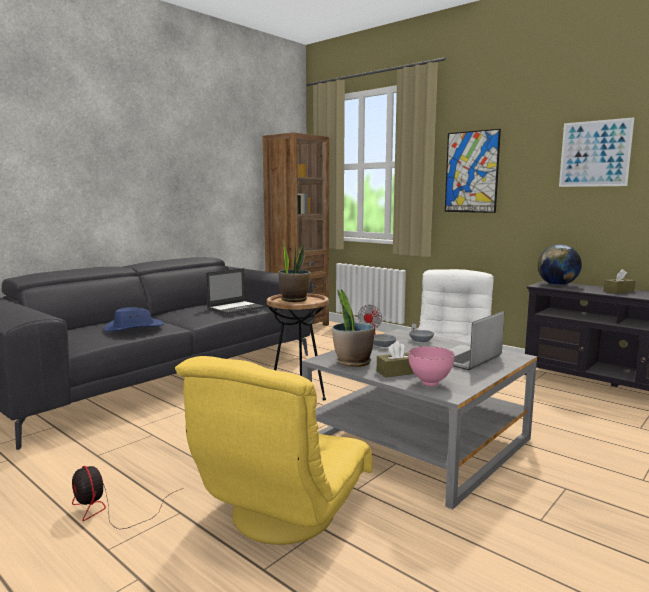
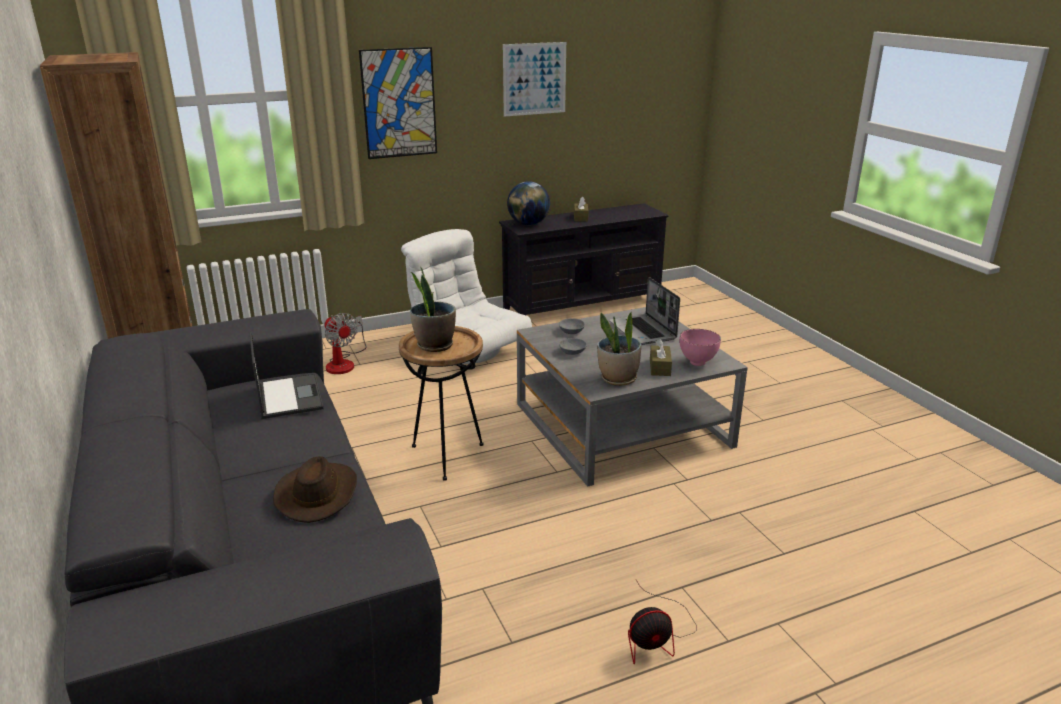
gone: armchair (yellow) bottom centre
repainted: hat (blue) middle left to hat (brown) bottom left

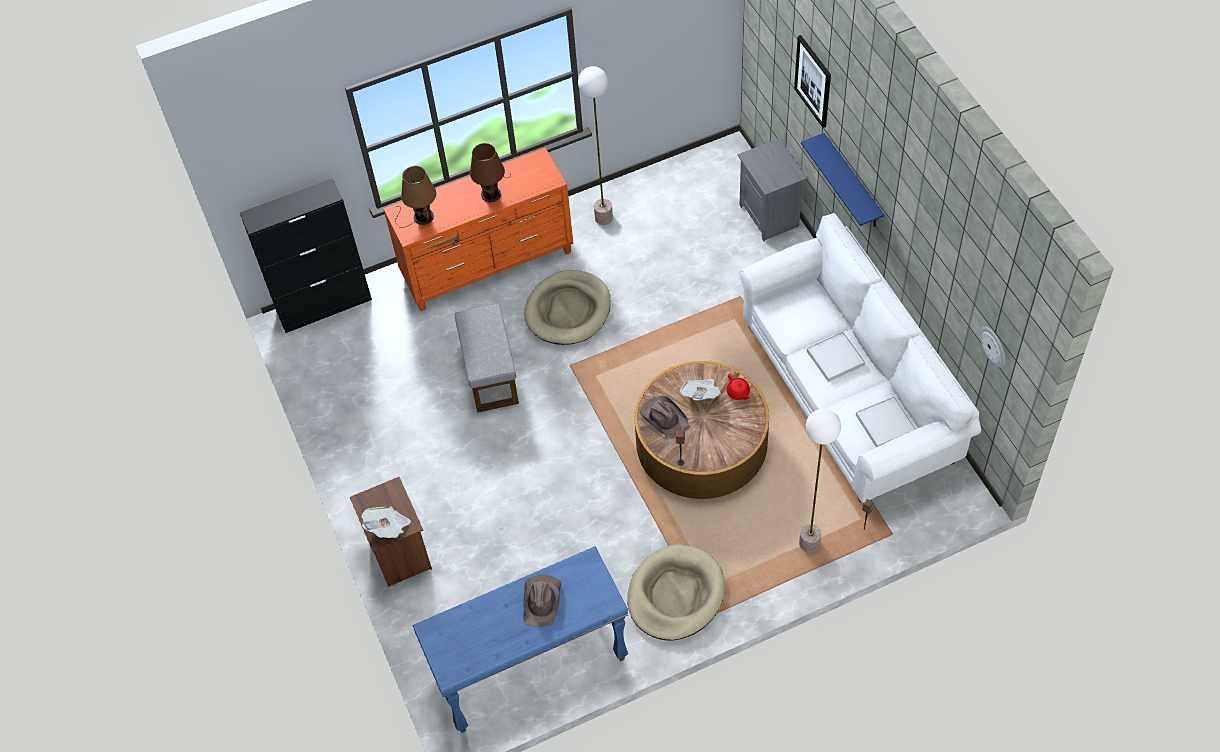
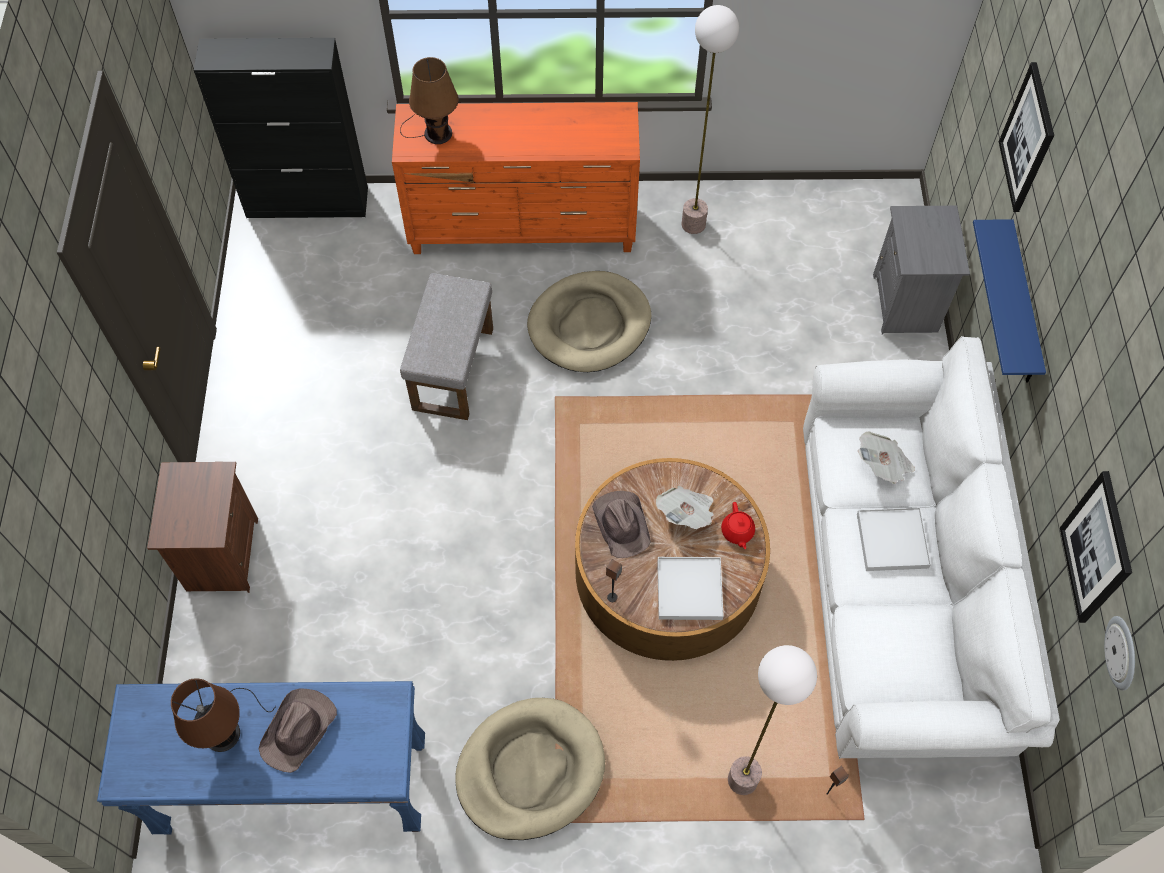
new: picture (no. 2 from left) middle right
shifted: table lamp (brown) (no. 2 from left in the first image) top centre to table lamp (brown) (no. 1 from left) bottom left; tray (white) (no. 2 from left in the first image) middle right to tray (white) (no. 1 from left) bottom centre; newspaper (no. 1 from left in the first image) bottom left to newspaper (no. 2 from left) middle right

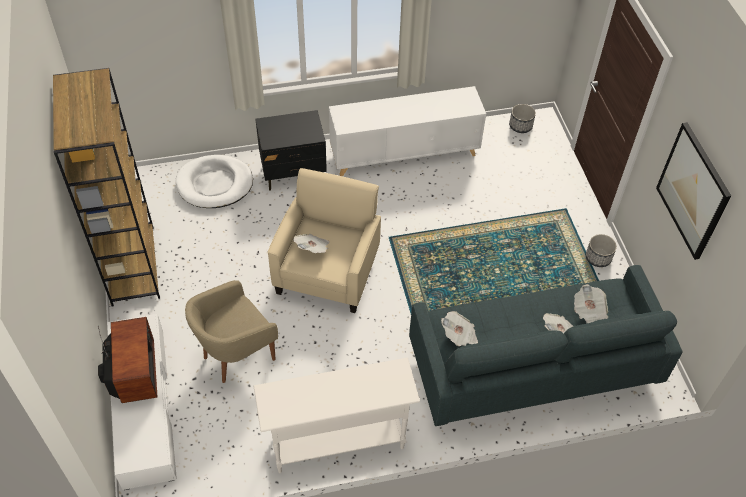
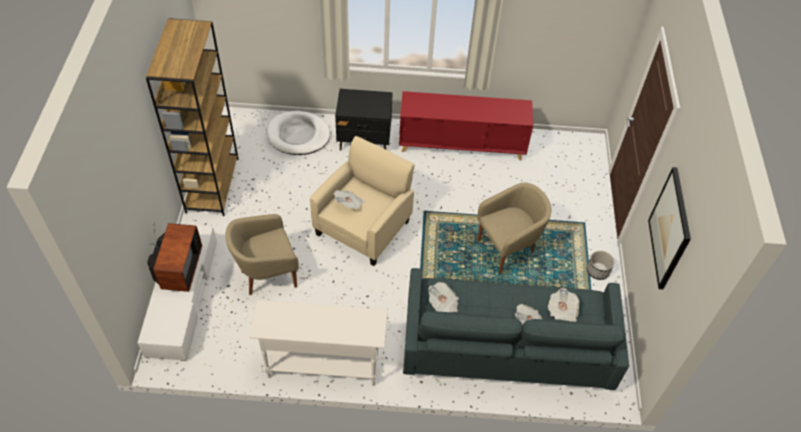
gone: planter (no. 1 from left) top right
new: armchair (beige) (no. 3 from left) centre
repainted: cabinet (white) top centre to cabinet (red) top centre

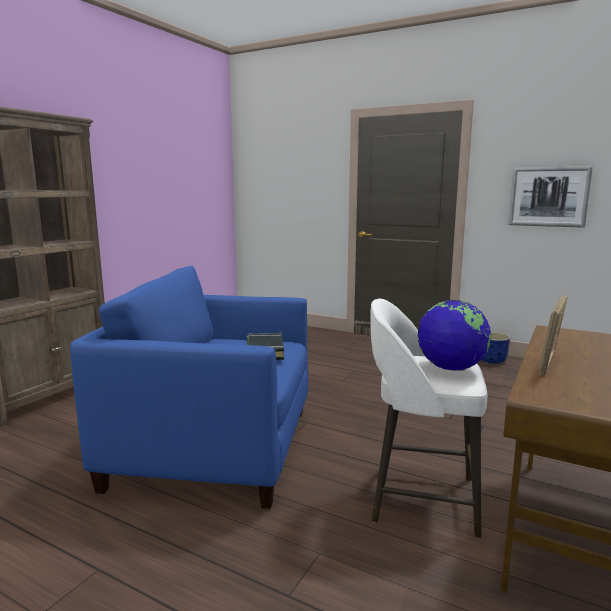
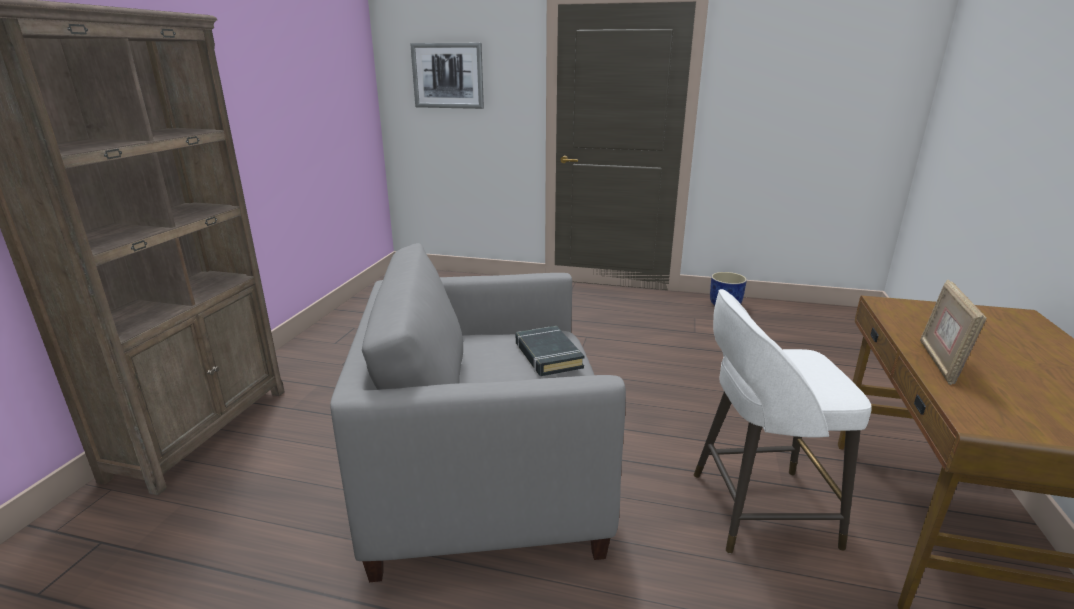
gone: globe middle right
shifted: picture top right to top centre
repainted: armchair (blue) middle left to armchair (grey) bottom centre

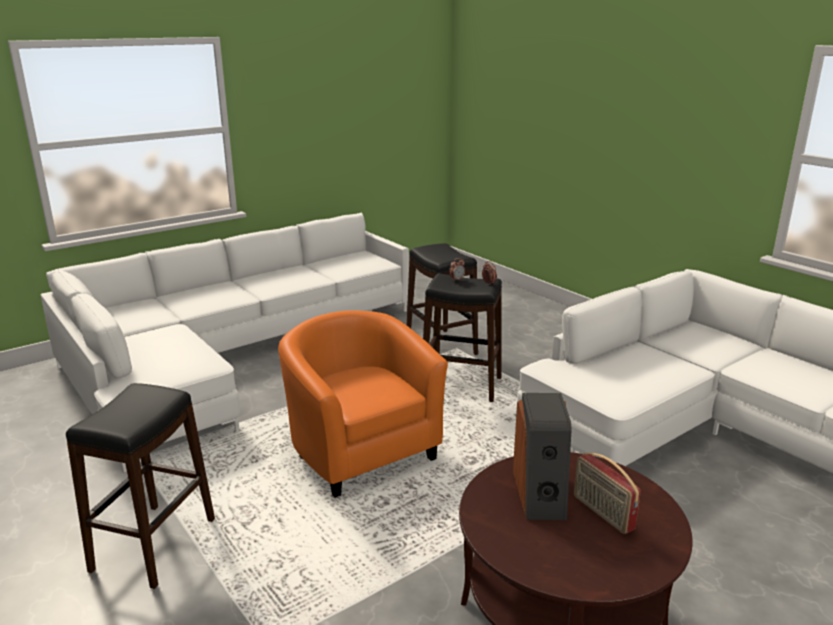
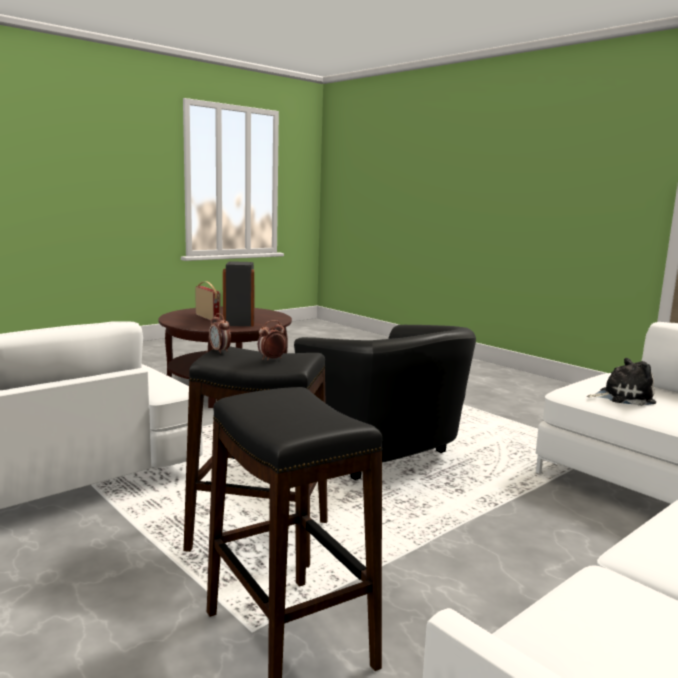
gone: stool (black) (no. 1 from left) bottom left
new: plush toy middle right
repainted: armchair (orange) centre to armchair (black) centre

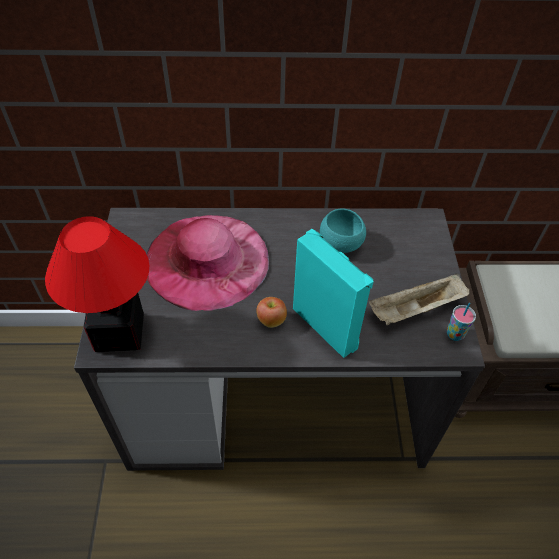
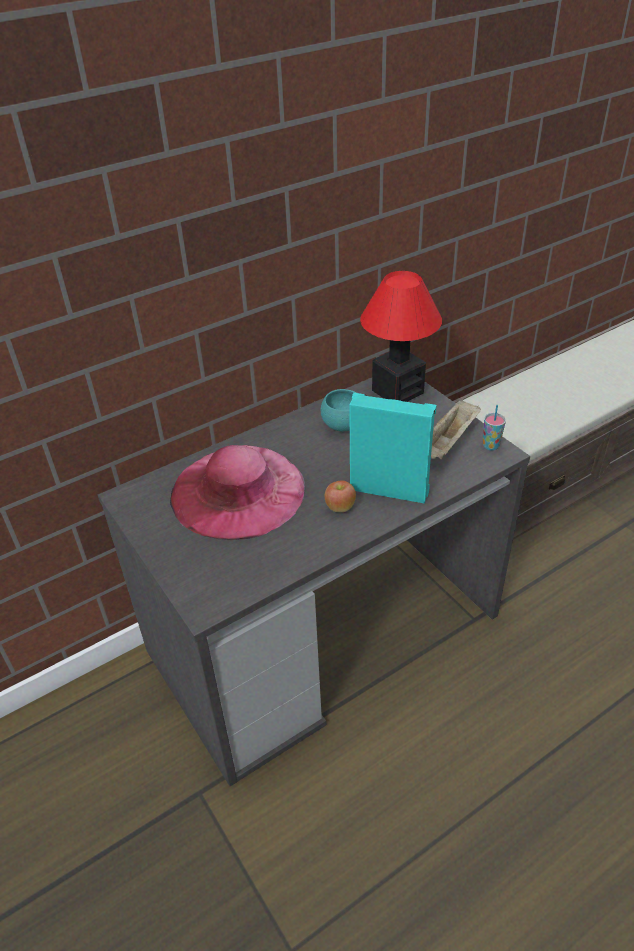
shifted: table lamp middle left to centre

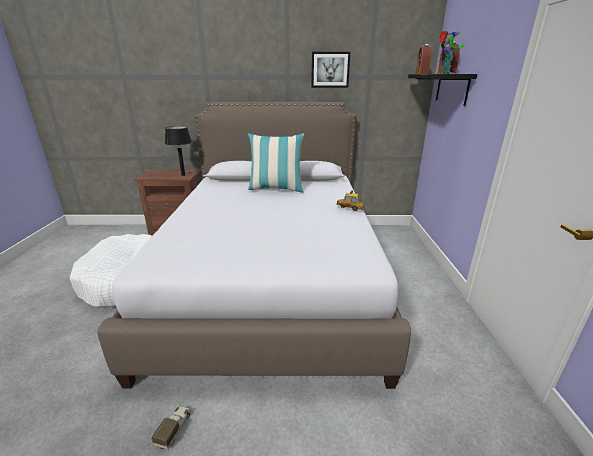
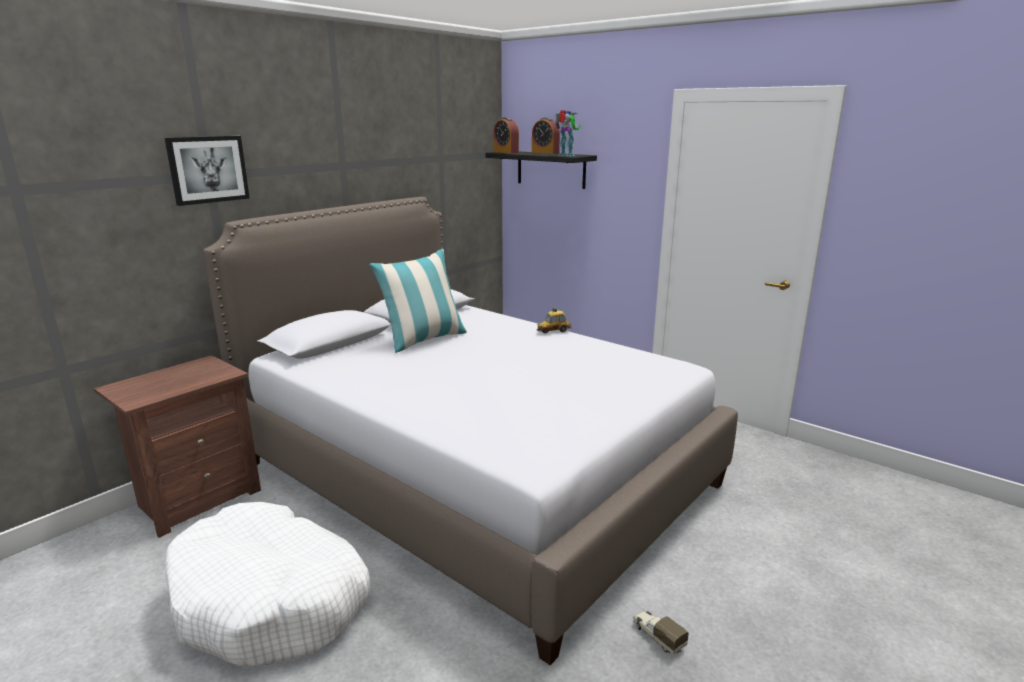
gone: table lamp (black) top left
shifted: picture top centre to top left

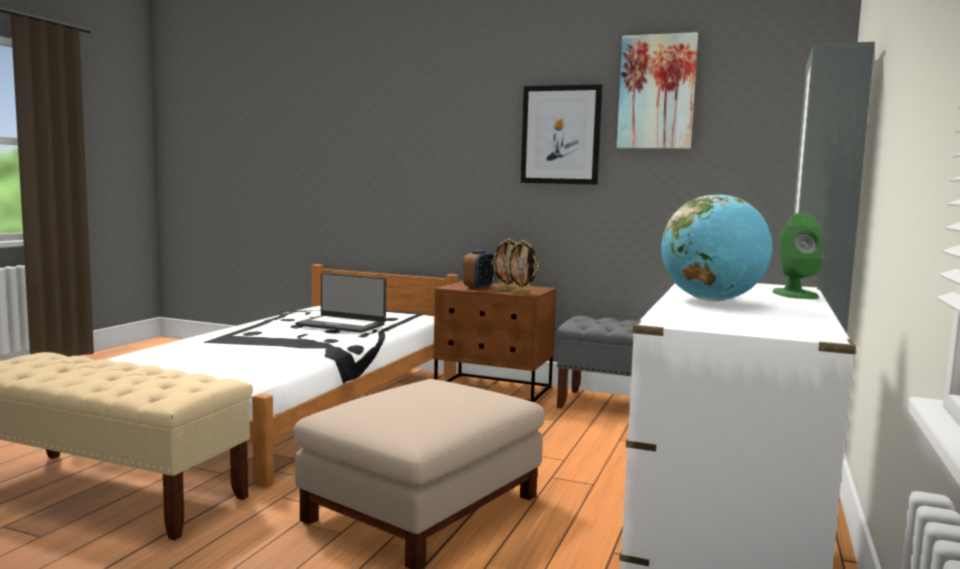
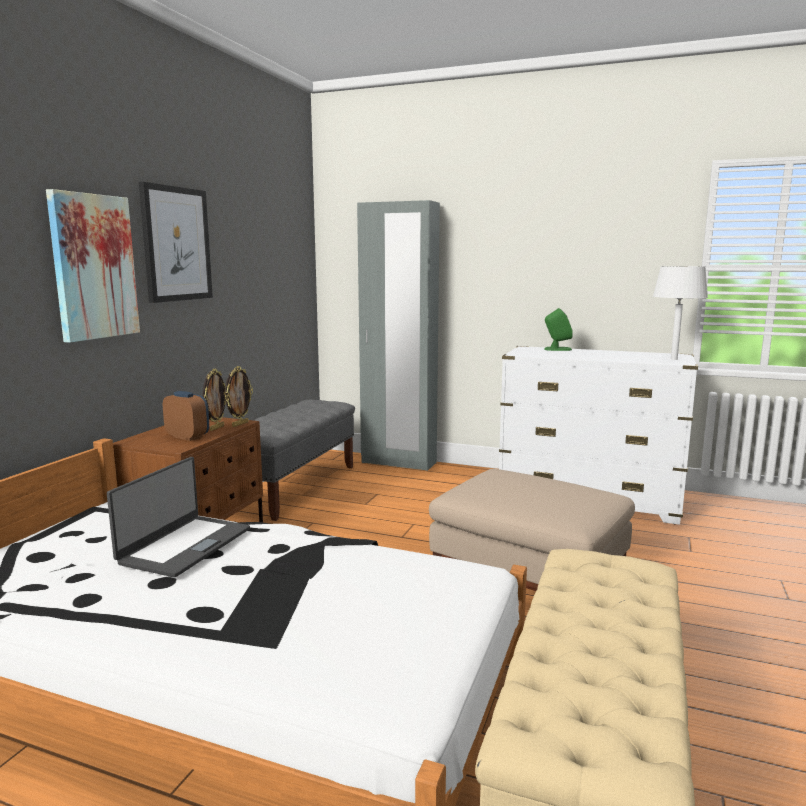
gone: globe middle right
new: table lamp (white) middle right
shifted: picture (no. 2 from left in the first image) top right to picture (no. 1 from left) top left

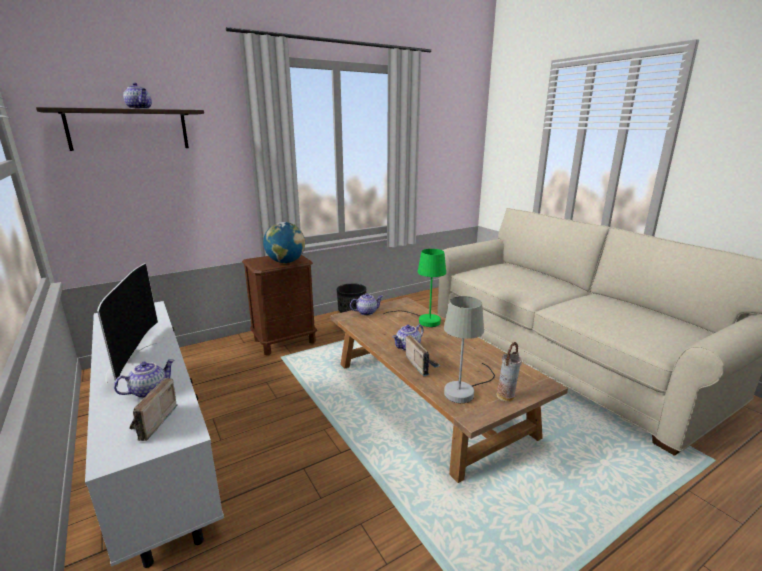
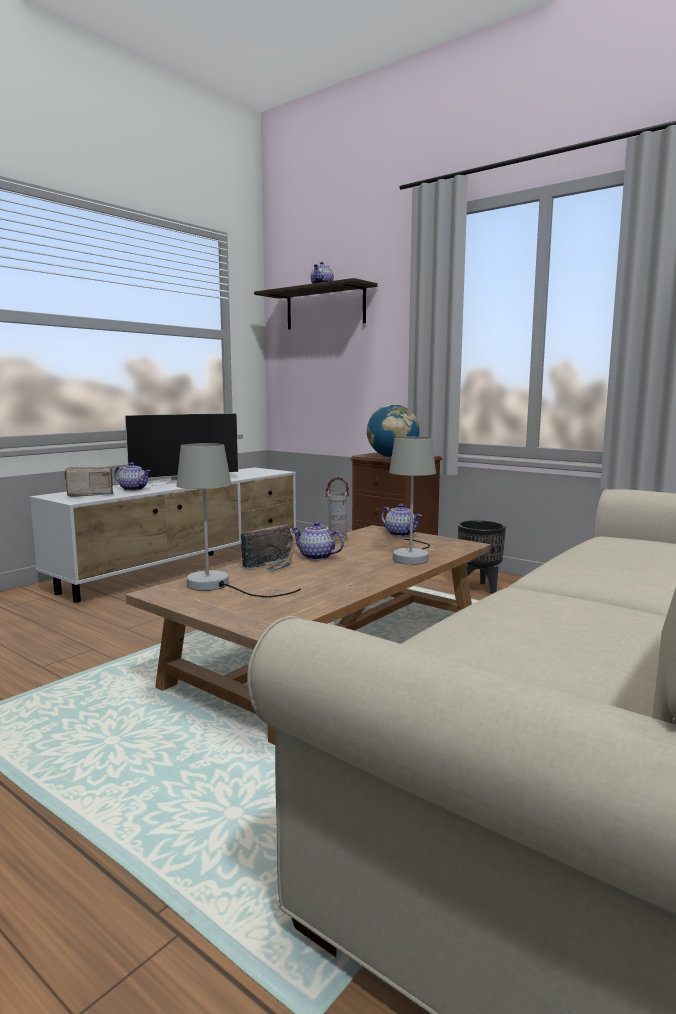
shifted: vase middle right to centre
repainted: table lamp (green) centre to table lamp (grey) (no. 2 from left) centre

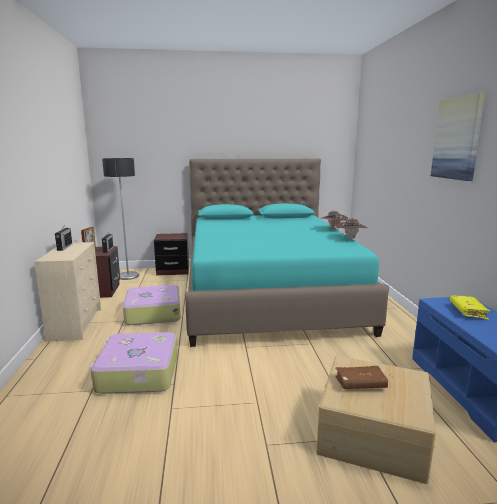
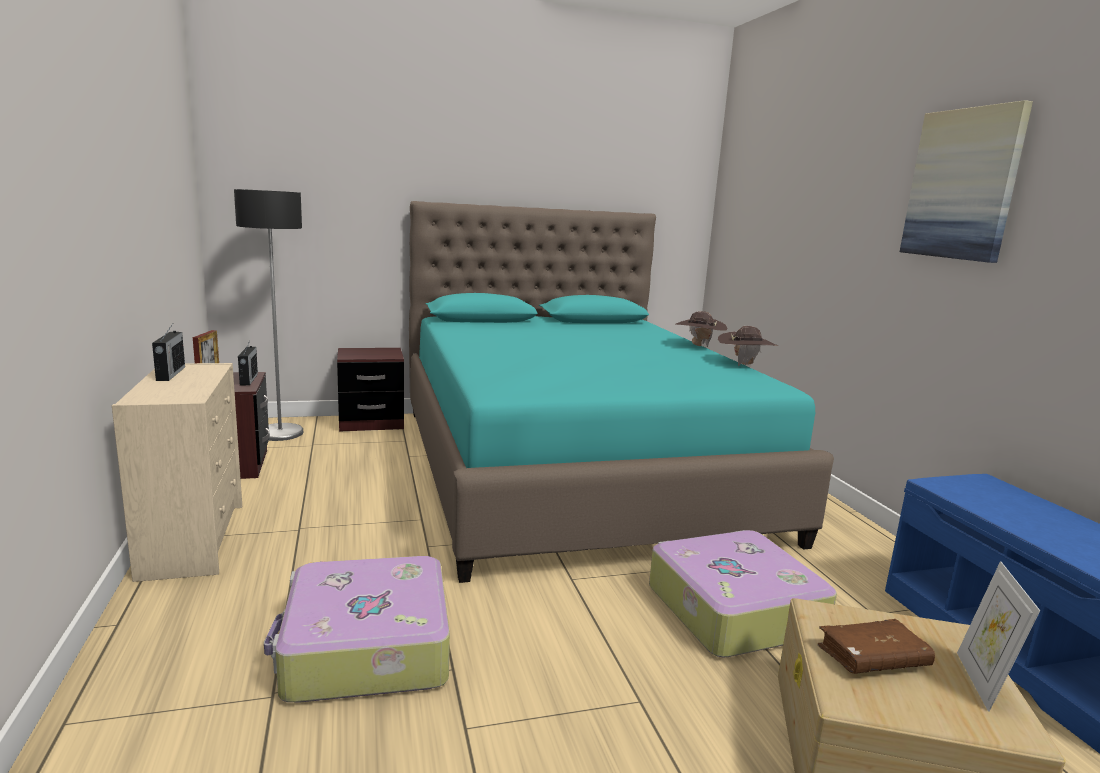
gone: book (yellow) middle right
new: picture frame (no. 2 from left) bottom right
shifted: suitcase (no. 2 from left) middle left to bottom right

